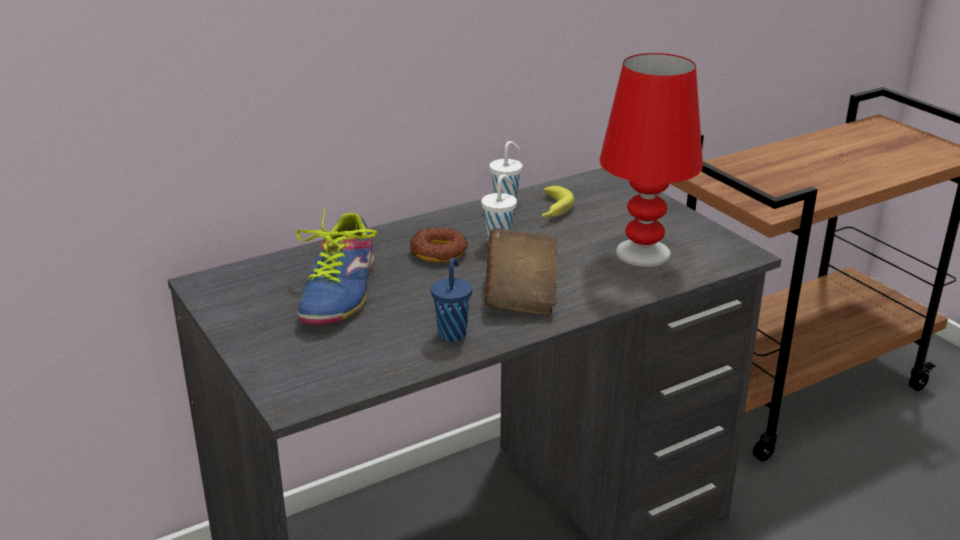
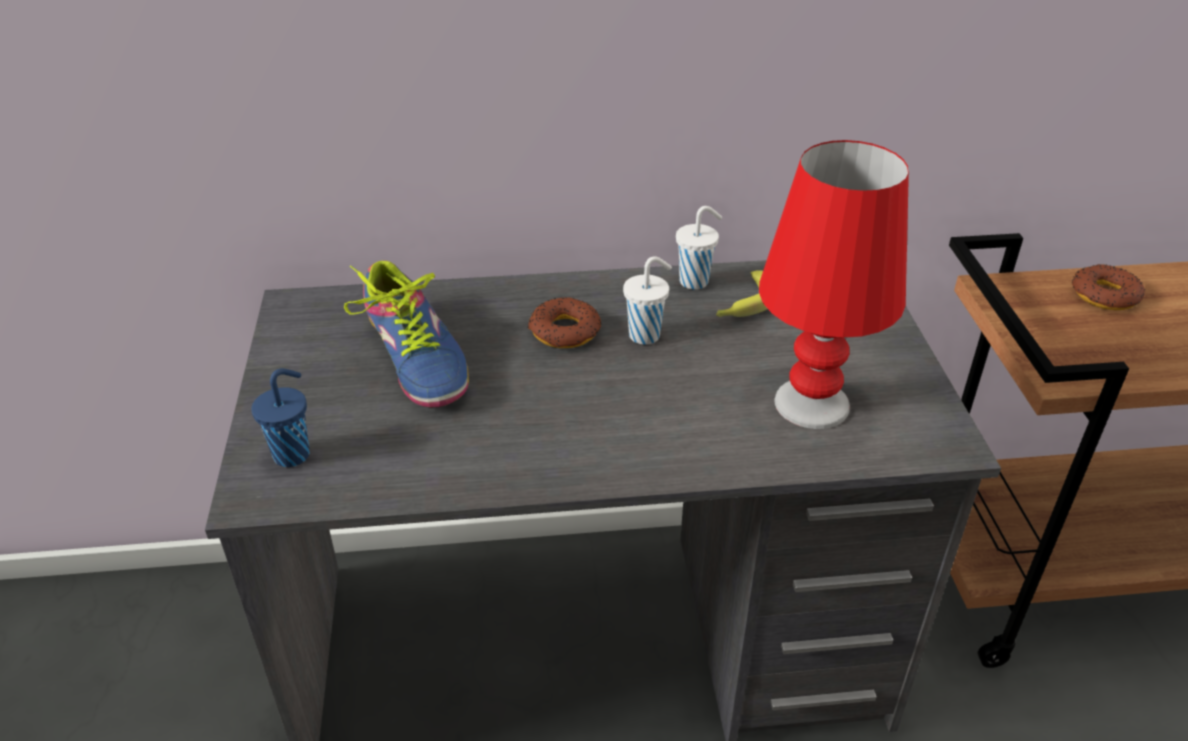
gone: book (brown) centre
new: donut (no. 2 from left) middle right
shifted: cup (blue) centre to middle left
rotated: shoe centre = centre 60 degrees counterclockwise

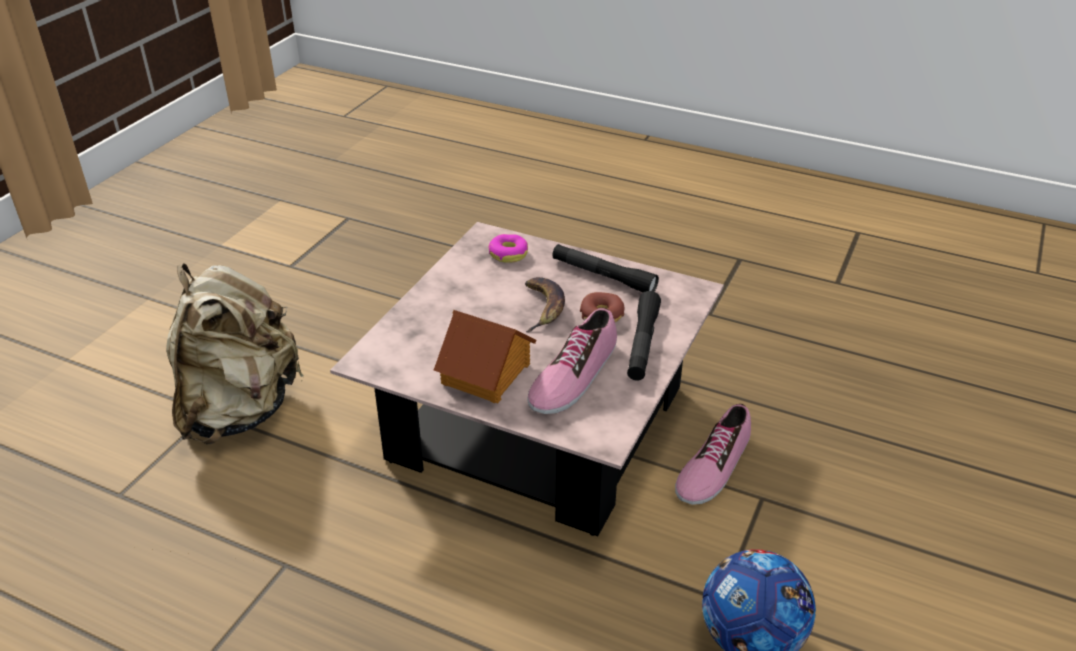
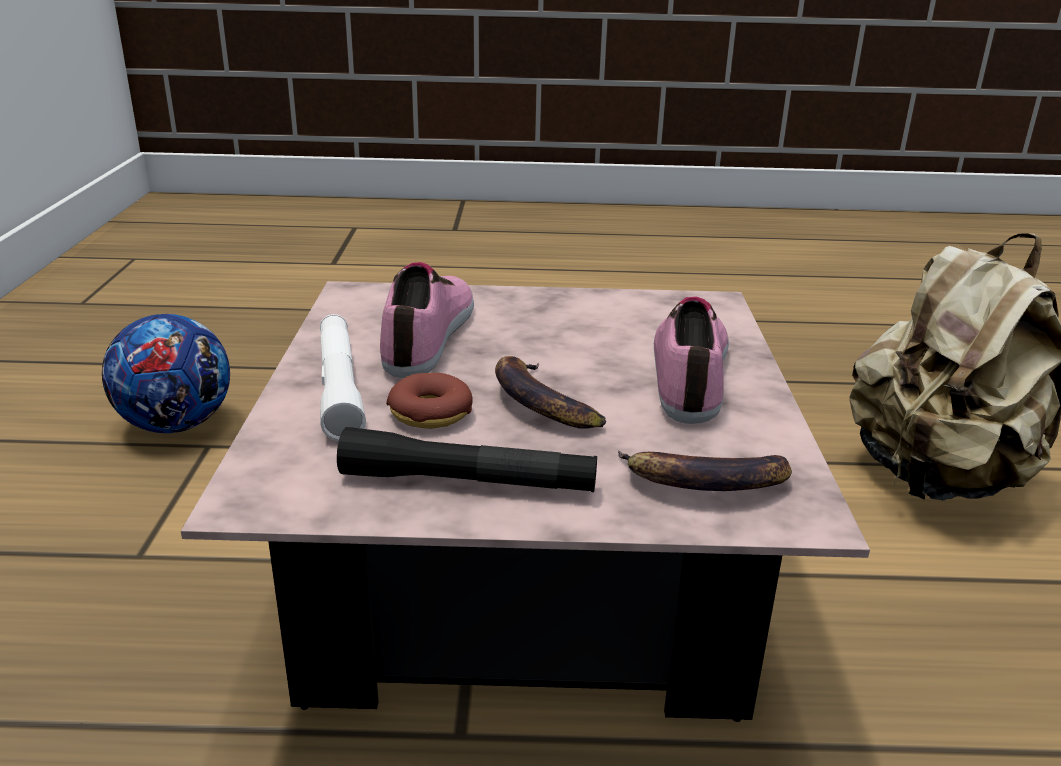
gone: toy house centre
shifted: shoe (no. 2 from left) bottom centre to centre
swapped: donut (no. 1 from left) centre to banana (no. 2 from left) centre
repainted: flashlight (black) (no. 2 from left) centre to flashlight (white) middle left

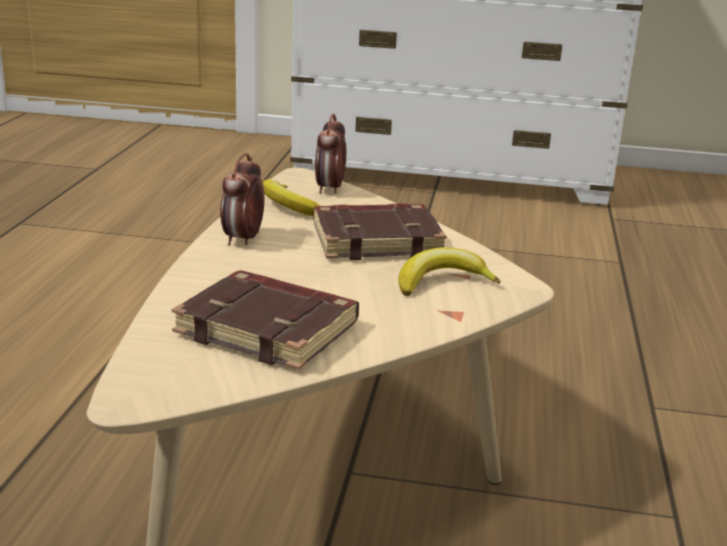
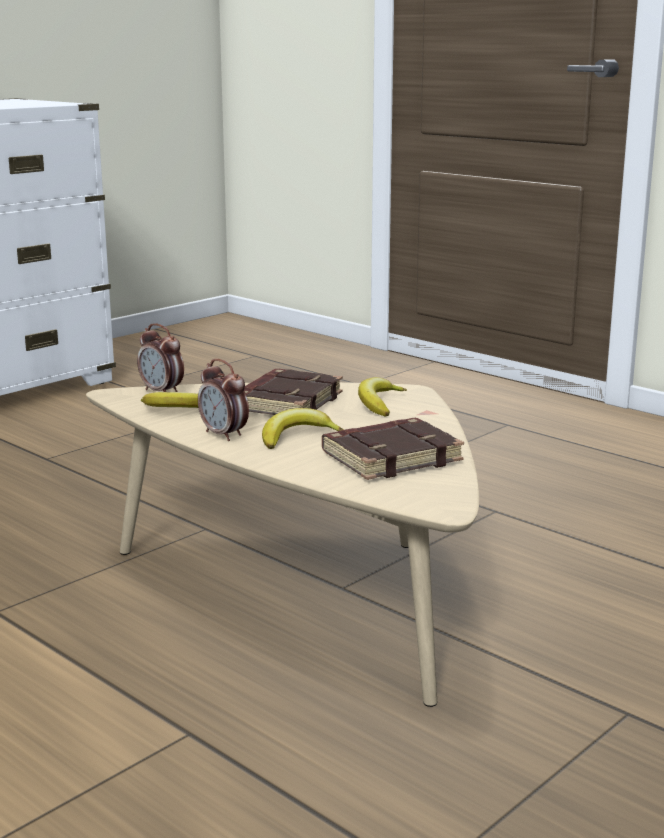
new: banana (no. 2 from left) centre

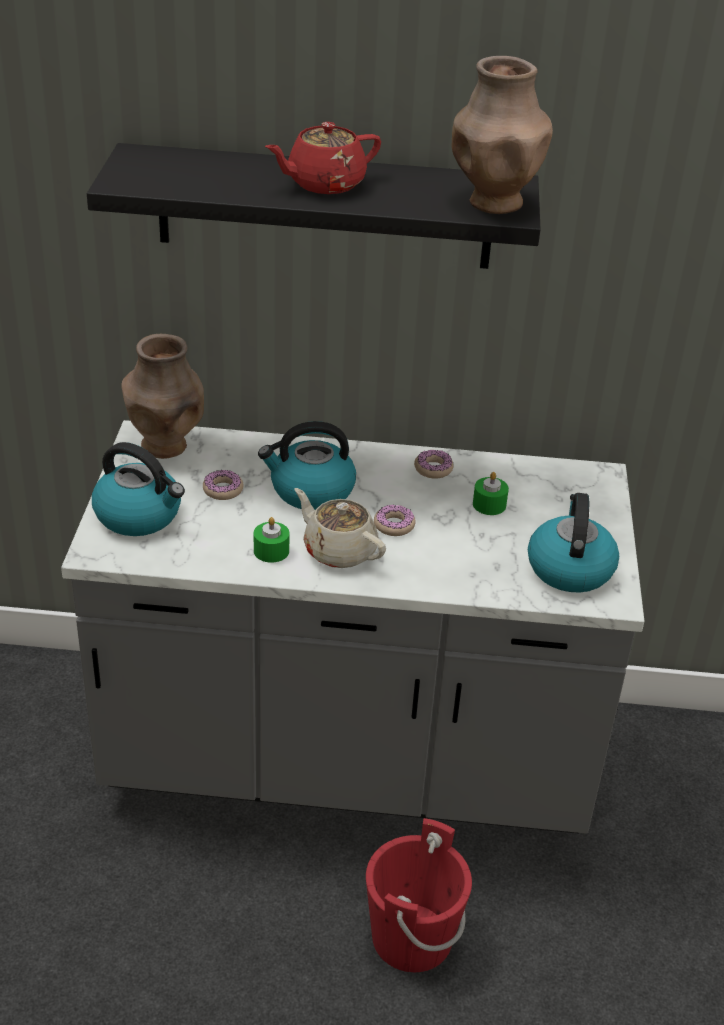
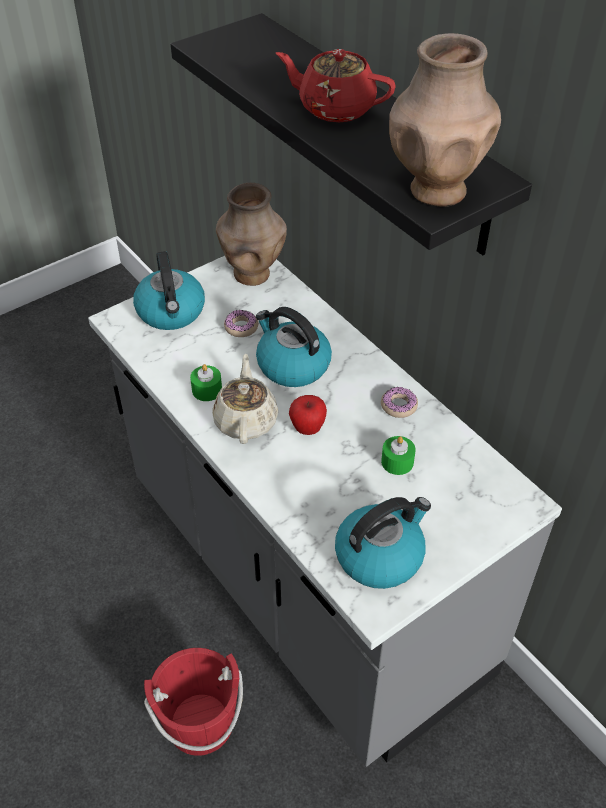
swapped: donut (no. 2 from left) centre to apple centre

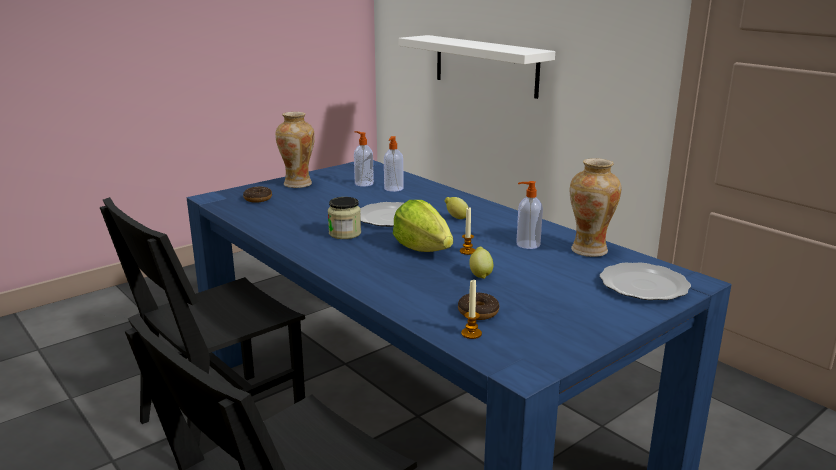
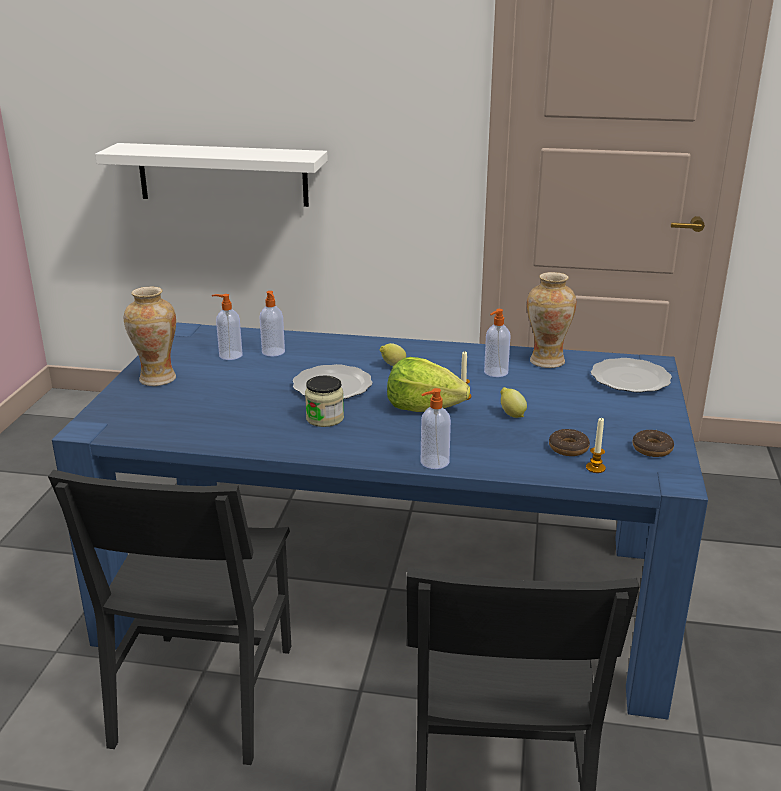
new: soap dispenser (no. 3 from left) centre
shifted: donut (no. 1 from left in the first image) middle left to donut (no. 2 from left) middle right

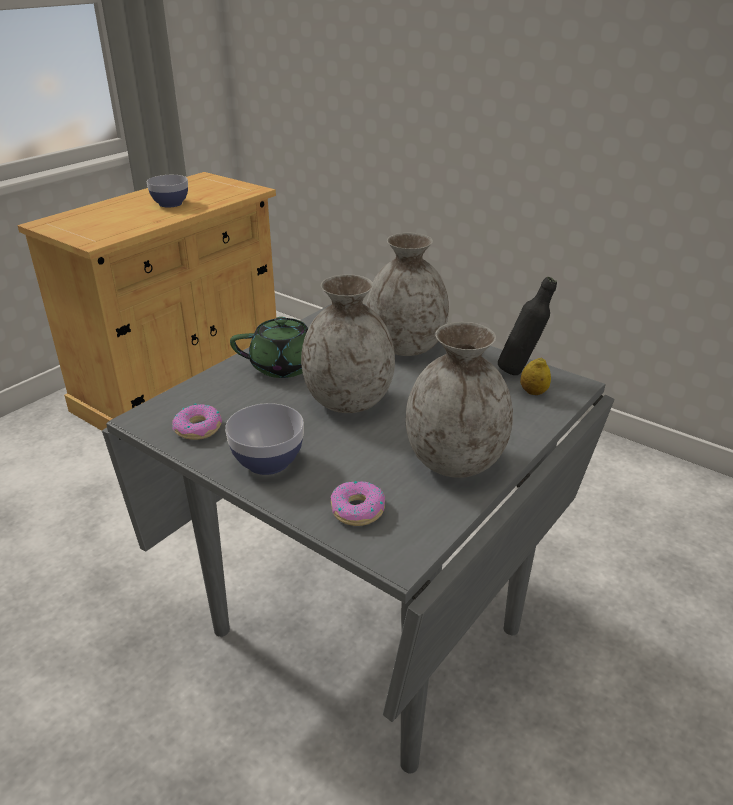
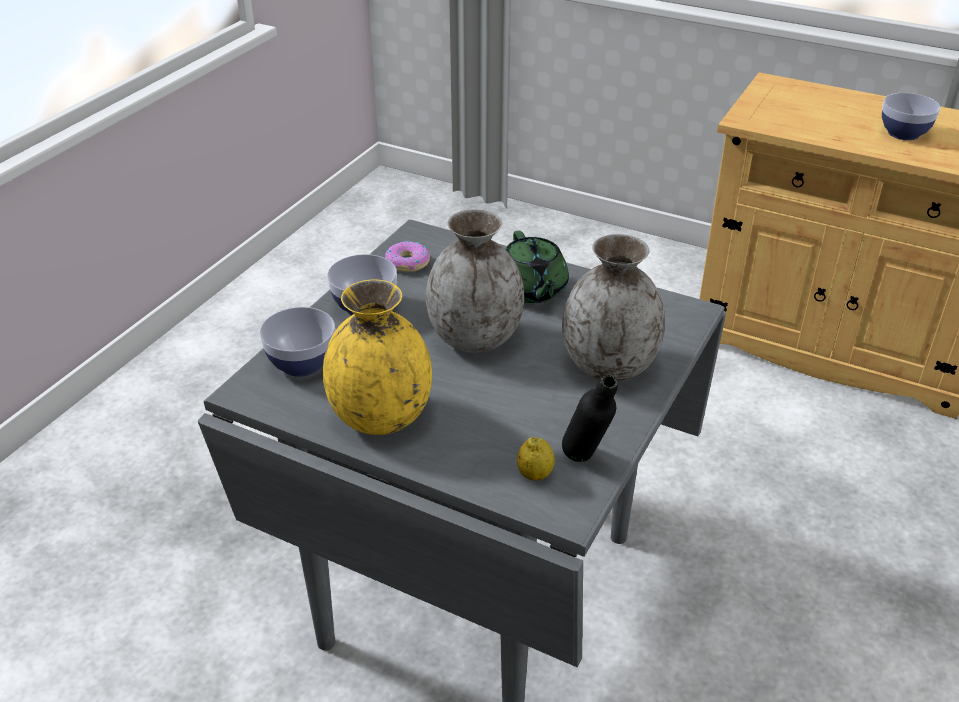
swapped: donut (no. 2 from left) centre to bowl (no. 1 from left) middle left
repainted: vase (grey) (no. 3 from left) centre to vase (yellow) centre

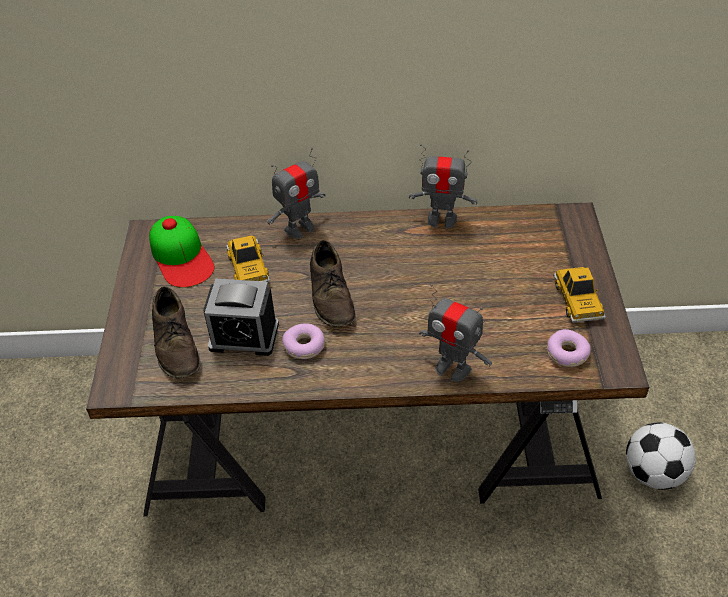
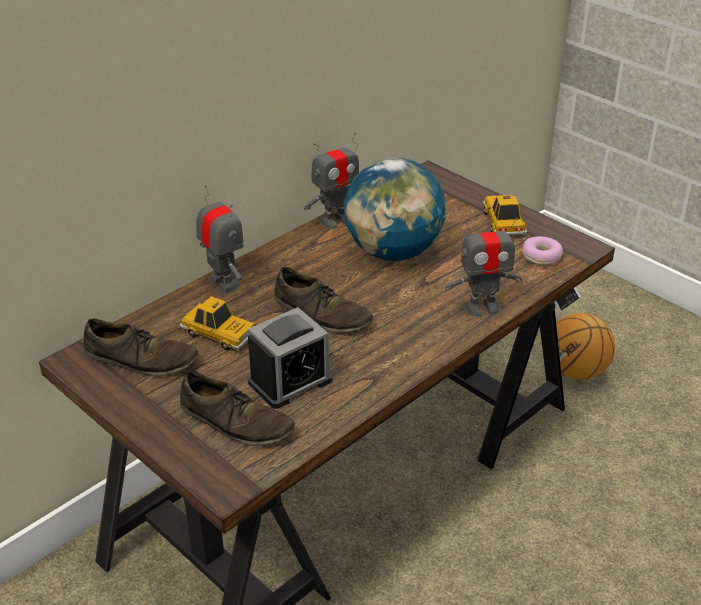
gone: donut (no. 1 from left) centre
new: globe centre
swapped: cap middle left to shoe (brown) (no. 1 from left) middle left; football bottom right to basketball middle right
rotated: toy robot (no. 1 from left) top centre = middle left 45 degrees counterclockwise; toy car (no. 2 from left) middle right = middle right 135 degrees counterclockwise

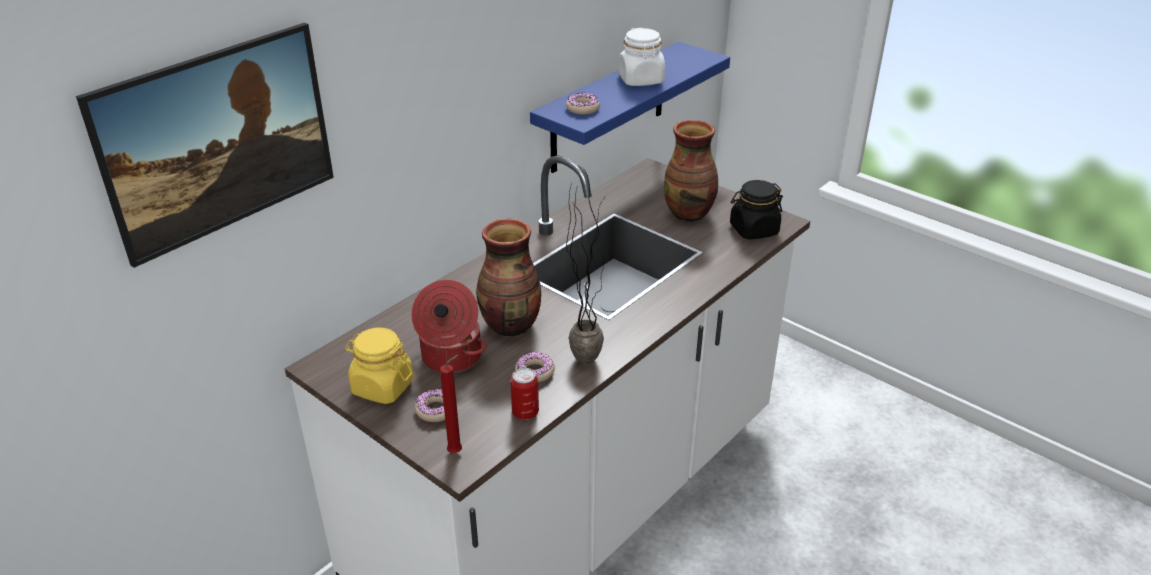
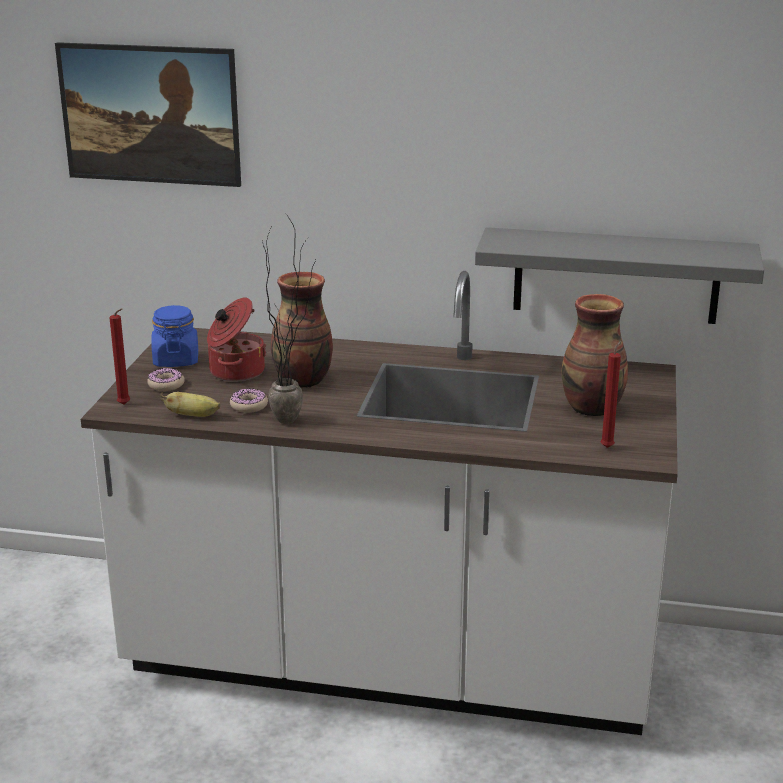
gone: donut (no. 3 from left) top centre; jar (white) top centre
swapped: can bottom centre to banana middle left; jar (black) centre to candle (red) (no. 2 from left) middle right
repainted: jar (yellow) middle left to jar (blue) middle left; shelf (blue) top centre to shelf (grey) middle right

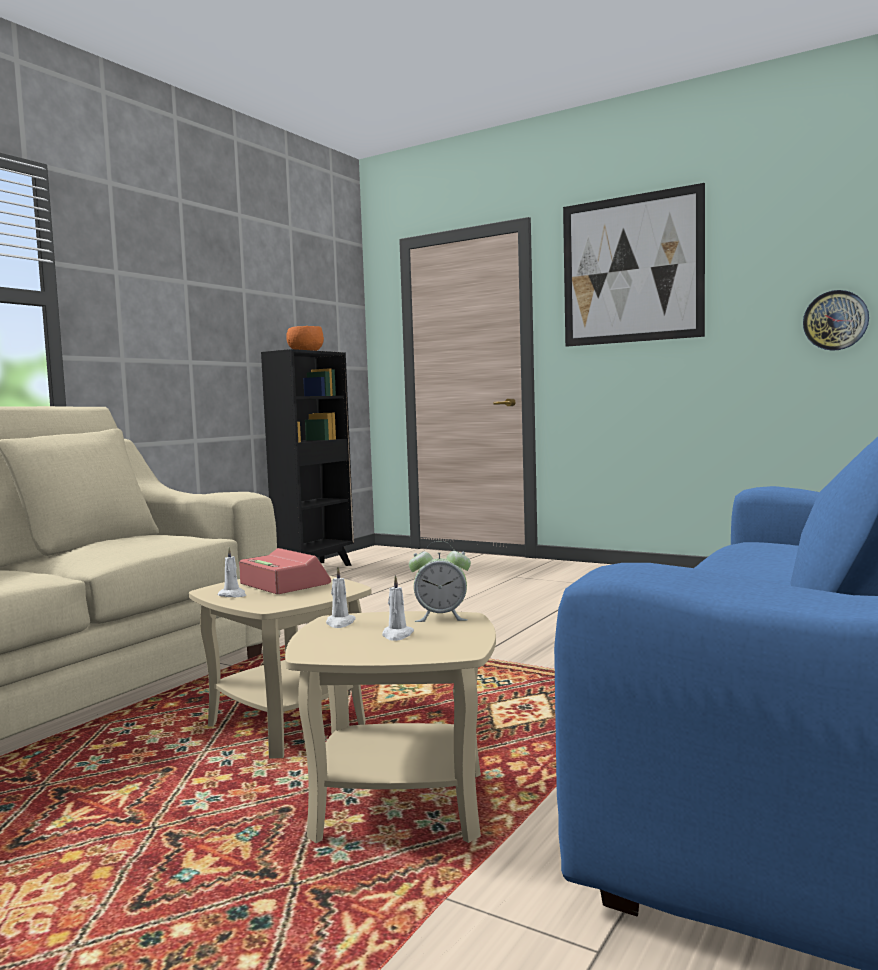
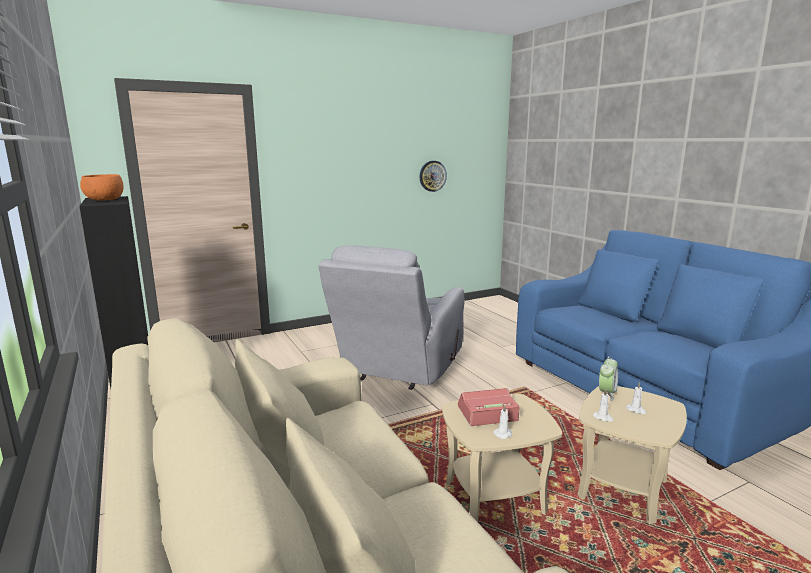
gone: picture top right
new: armchair (grey) centre

